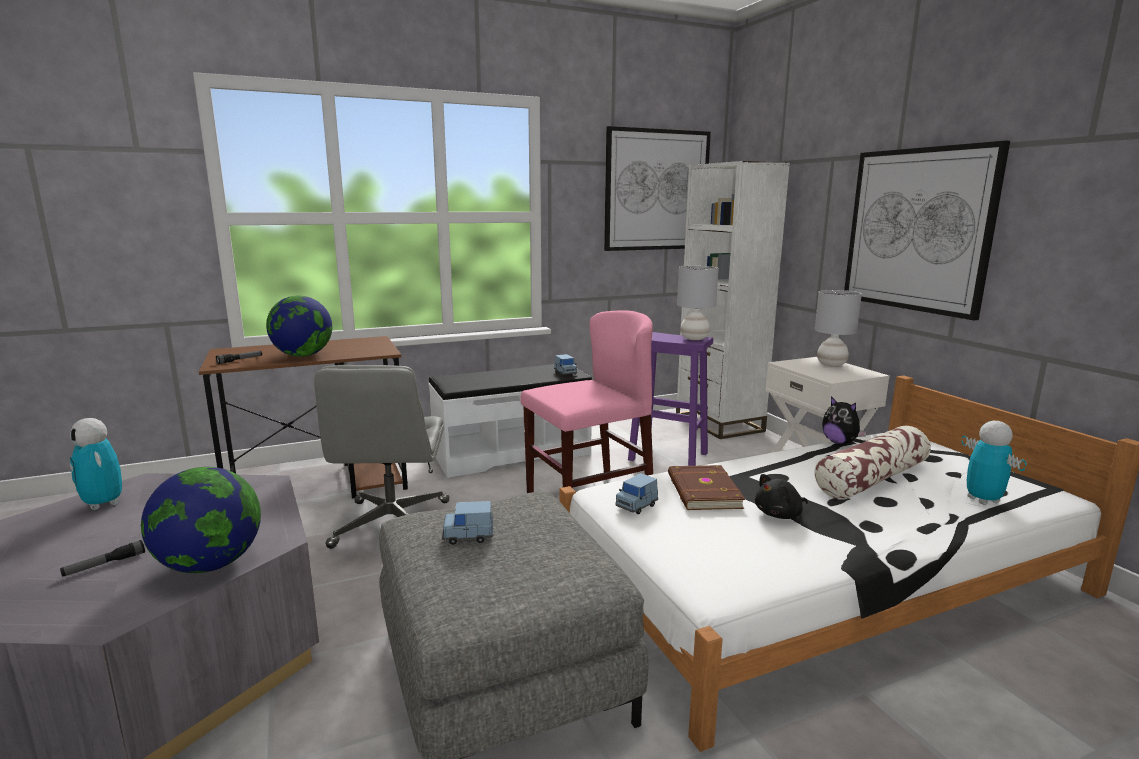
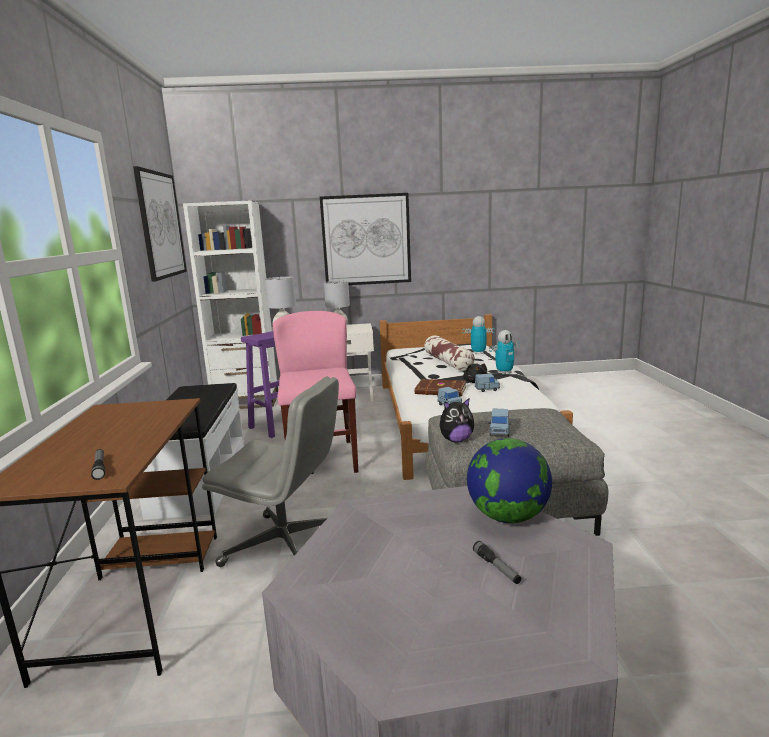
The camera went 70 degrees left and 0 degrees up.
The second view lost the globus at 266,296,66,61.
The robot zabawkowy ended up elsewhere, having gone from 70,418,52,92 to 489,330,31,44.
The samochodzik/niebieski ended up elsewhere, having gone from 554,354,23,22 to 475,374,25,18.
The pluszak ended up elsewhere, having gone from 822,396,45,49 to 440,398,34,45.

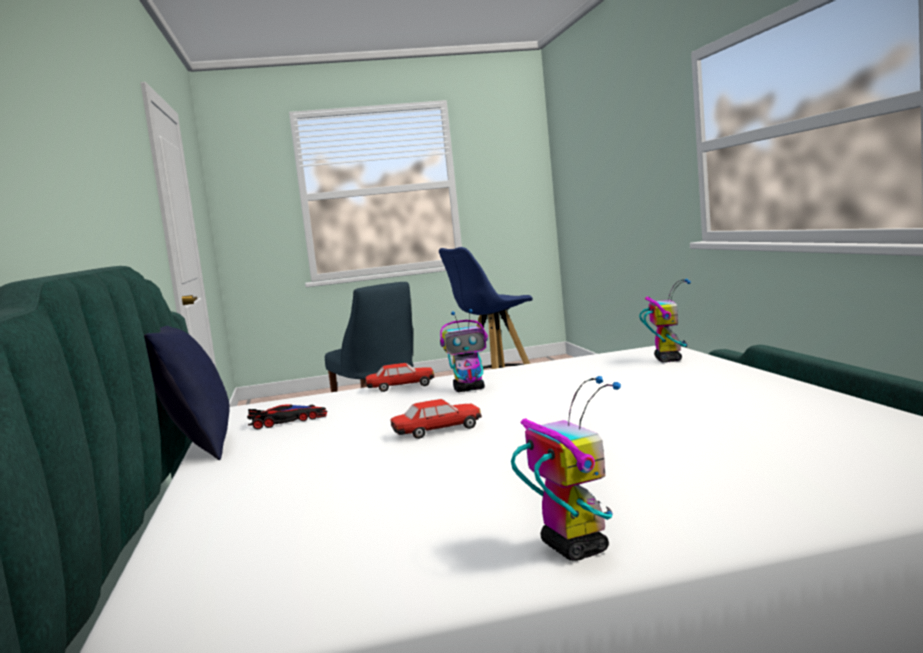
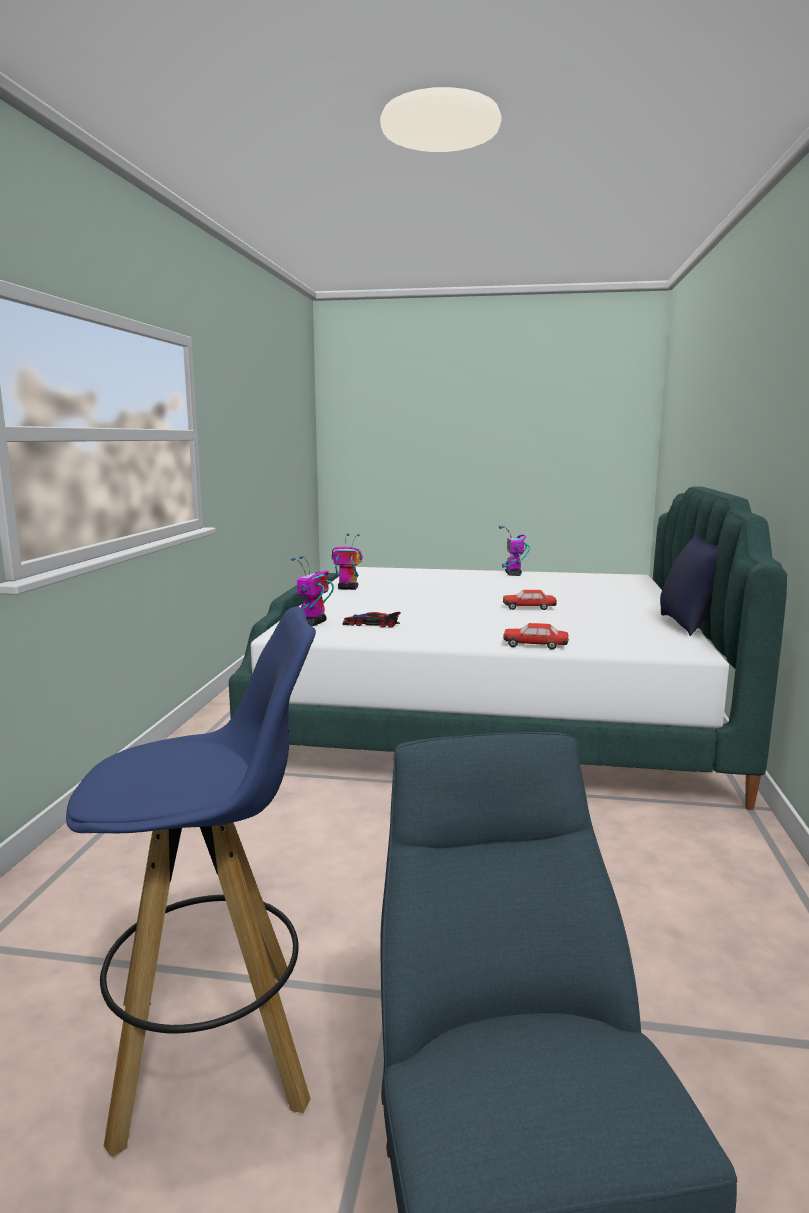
The camera went 160 degrees left and 5 degrees up.
The samochodzik ended up elsewhere, having gone from 247,405,80,24 to 343,612,58,16.
The robot zabawkowy ended up elsewhere, having gone from 440,309,48,83 to 332,533,31,57.

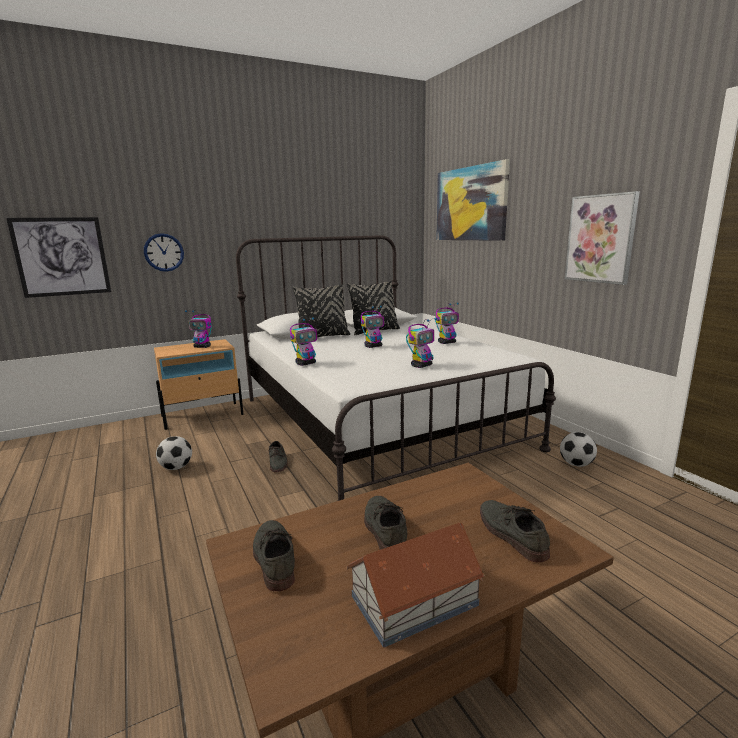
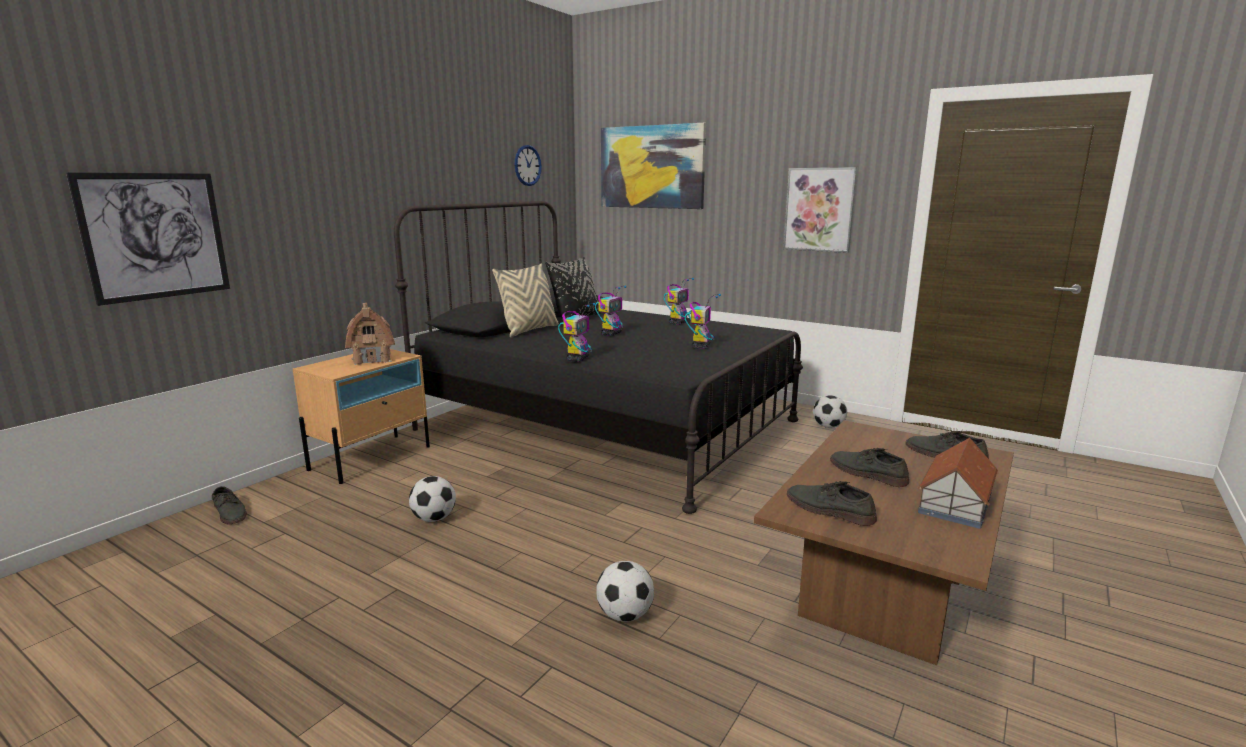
The camera went 30 degrees left and 0 degrees up.
The second view gained the piłka futbolowa at 596,561,58,61.
The zegar ścienny ended up elsewhere, having gone from 144,233,40,39 to 515,145,27,41.
The but/szary ended up elsewhere, having gone from 268,441,20,31 to 212,486,35,38.
Where the robot zabawkowy stood at 185,310,27,38, the domek came to stand at 345,303,50,62.
What was the łóżko/biały at 236,235,320,266 turned into the łóżko/czarny at 394,201,409,313.
What was the poduszka/czarny at 293,284,57,53 turned into the poduszka/beżowy at 492,263,67,75.

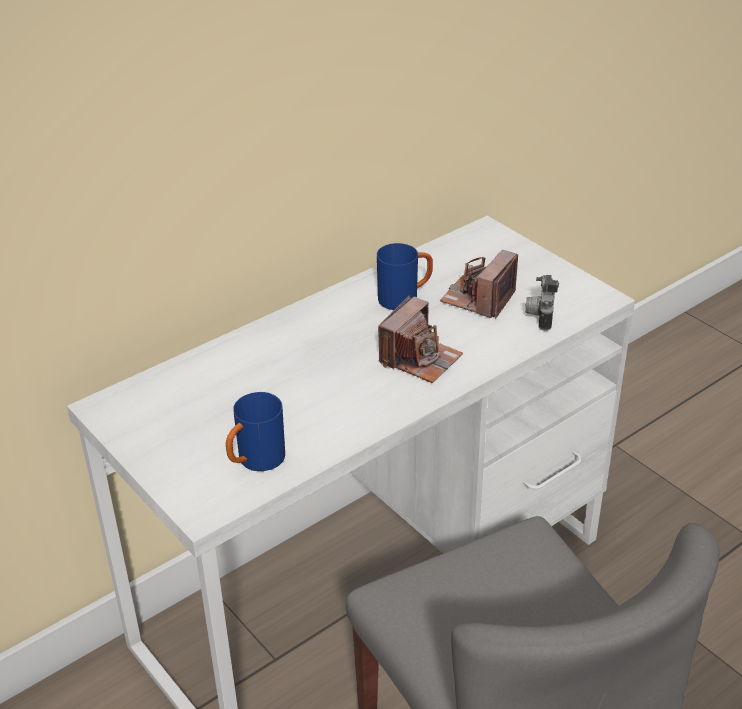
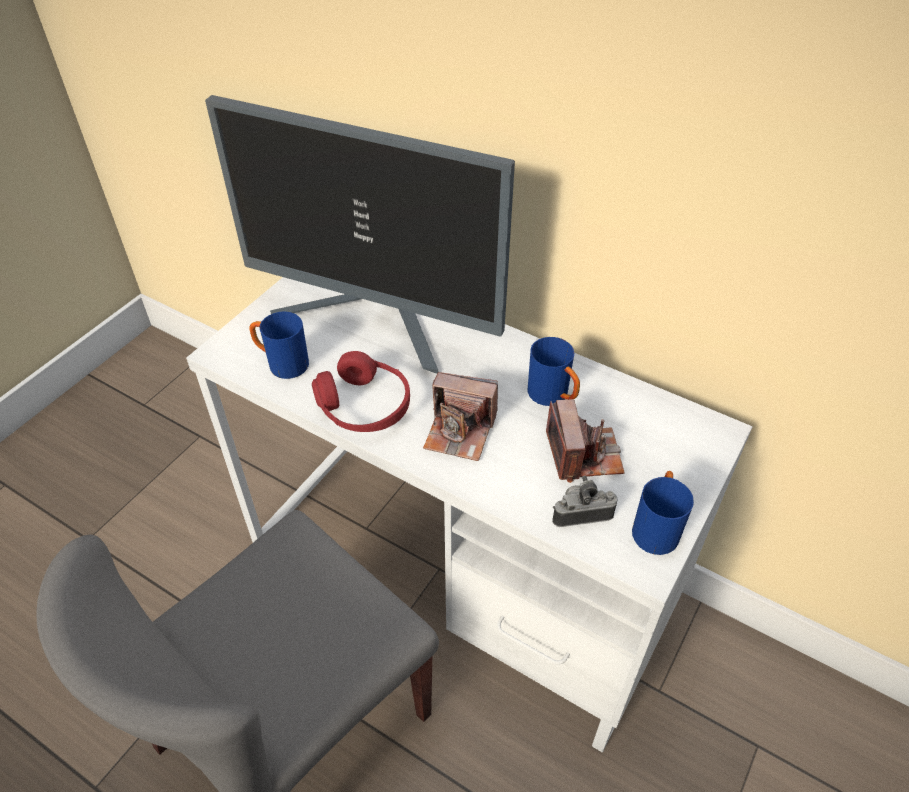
The camera went 70 degrees right and 10 degrees up.
The second view gained the monitor at 205,95,310,279.
The second view gained the słuchawki/czerwony at 312,351,98,81.
The second view gained the kubek/niebieski at 632,471,62,84.
The aparat fotograficzny at 440,250,78,69 ended up facing another way, 75 degrees clockwise from before.

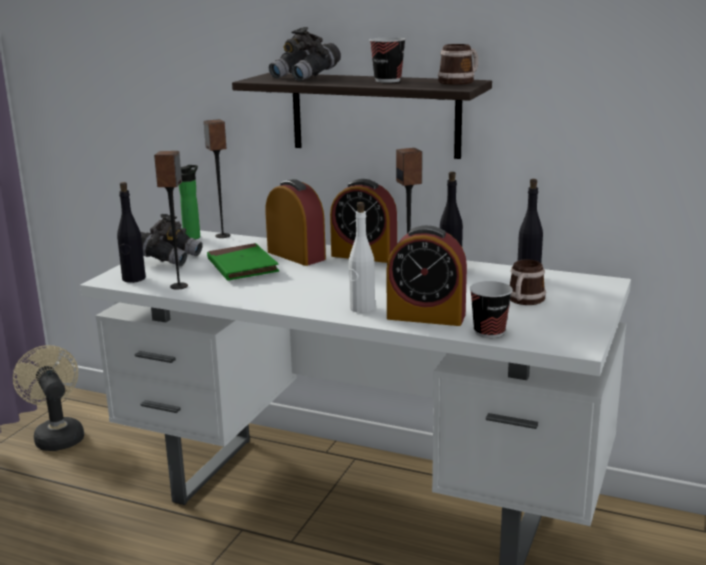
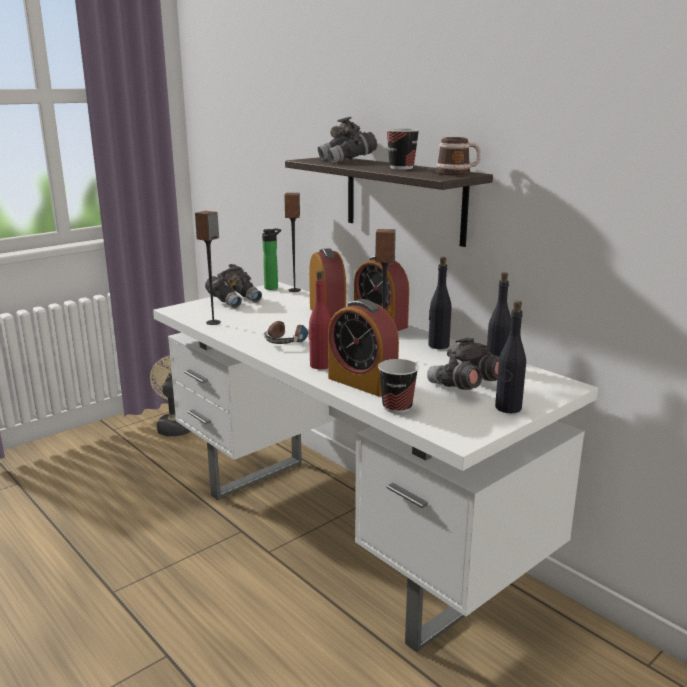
The camera went 25 degrees right and 0 degrees up.
The second view lost the książka/zielony at 207,243,72,38.
The second view gained the słuchawki at 264,321,44,23.
The butelka/czarny ended up elsewhere, having gone from 117,182,29,101 to 495,301,31,112.
Where the kubek stood at 510,260,36,45, the lornetka/szary came to stand at 427,338,72,52.
What was the butelka/biały at 349,202,26,111 turned into the butelka/czerwony at 308,271,23,98.

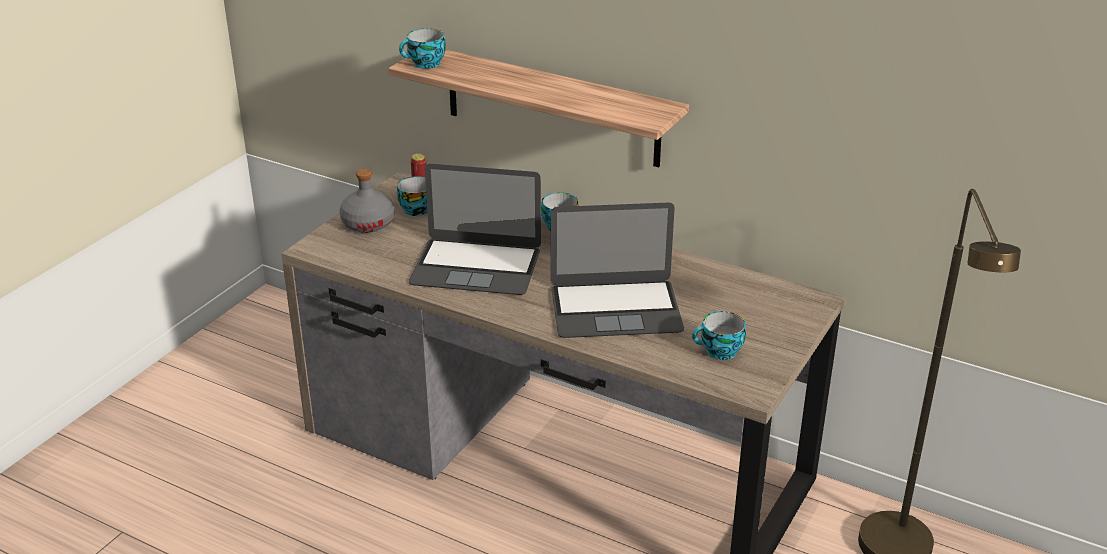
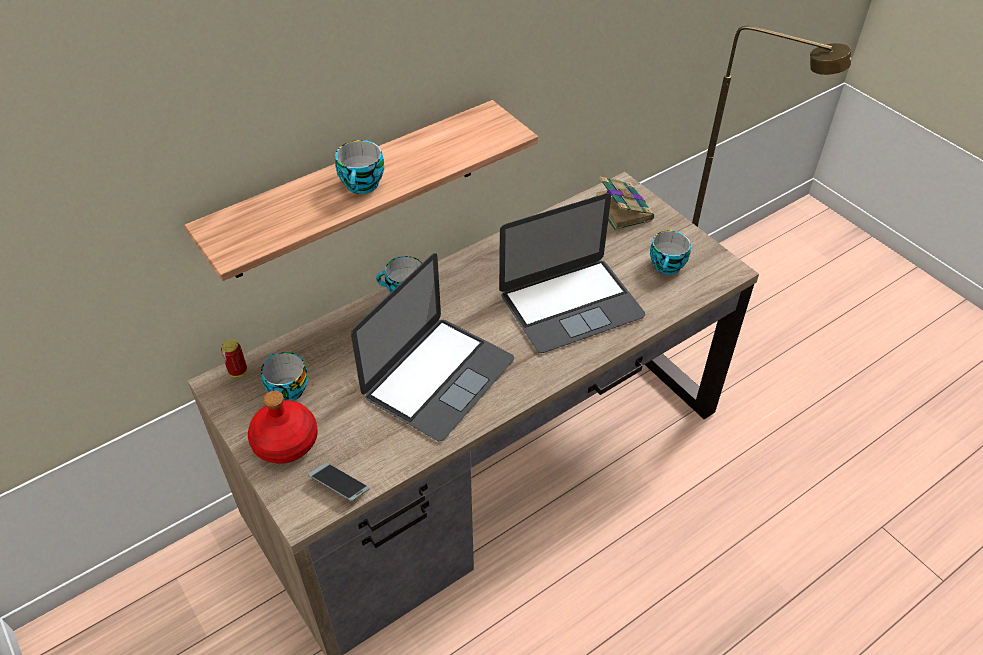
The camera went 65 degrees left and 15 degrees up.
The second view gained the telefon at 308,463,61,38.
The second view gained the książka at 596,177,58,54.
The filiżanka ended up elsewhere, having gone from 399,28,47,41 to 335,140,49,54.
What was the butelka/szary at 339,169,56,64 turned into the butelka/czerwony at 248,391,70,73.
The laptop at 551,203,133,135 ended up facing another way, 45 degrees clockwise from before.

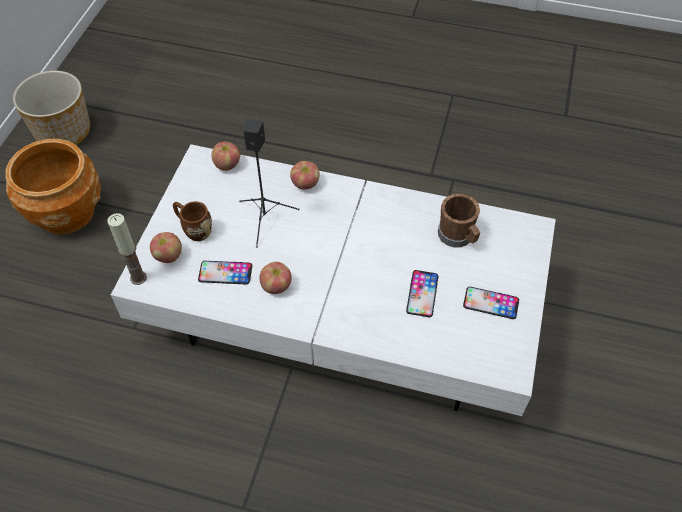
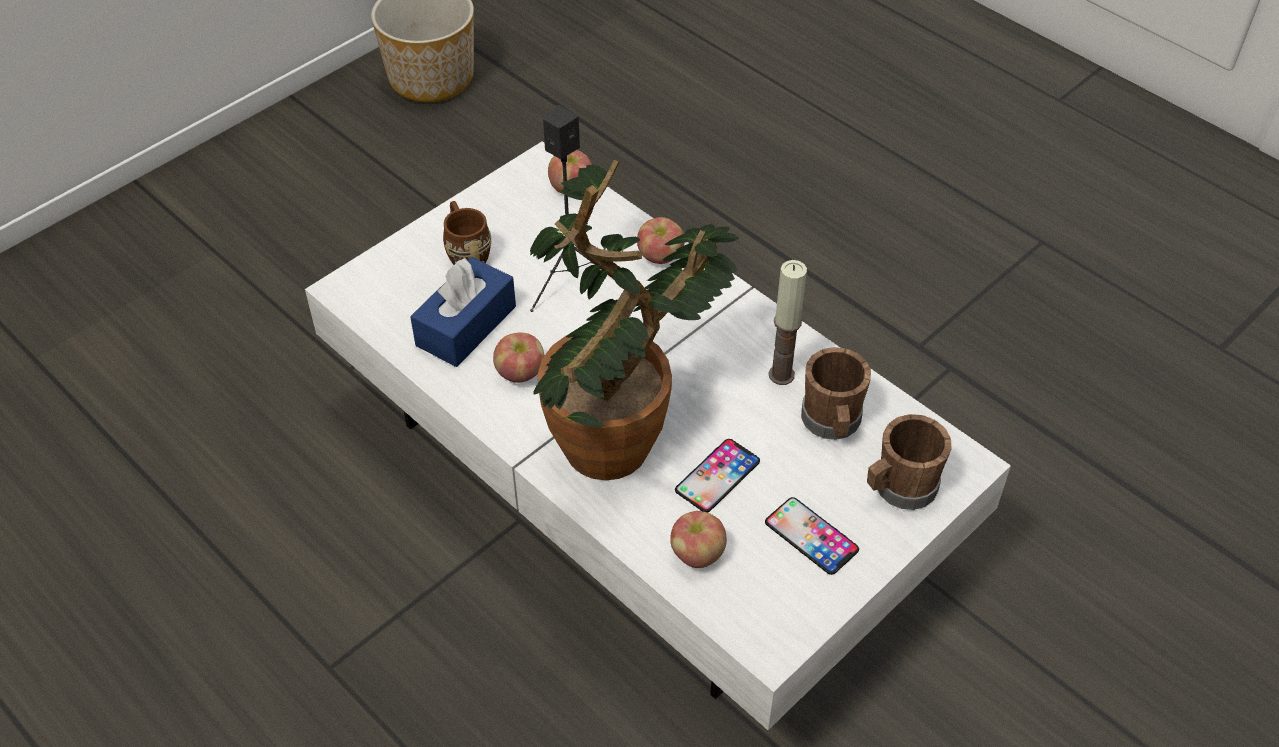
The camera went 30 degrees right and 5 degrees down.
The second view lost the donica/brązowy at 5,139,96,95.
The second view gained the roślina doniczkowa at 530,160,209,320.
The second view gained the kubek/brązowy at 867,414,85,96.
The świeca ended up elsewhere, having gone from 108,213,39,72 to 768,260,39,125.
The jabłko ended up elsewhere, having gone from 150,232,32,31 to 670,511,57,57.
Where the telefon stood at 198,261,54,23, the pudełko chusteczek/niebieski came to stand at 410,257,106,110.

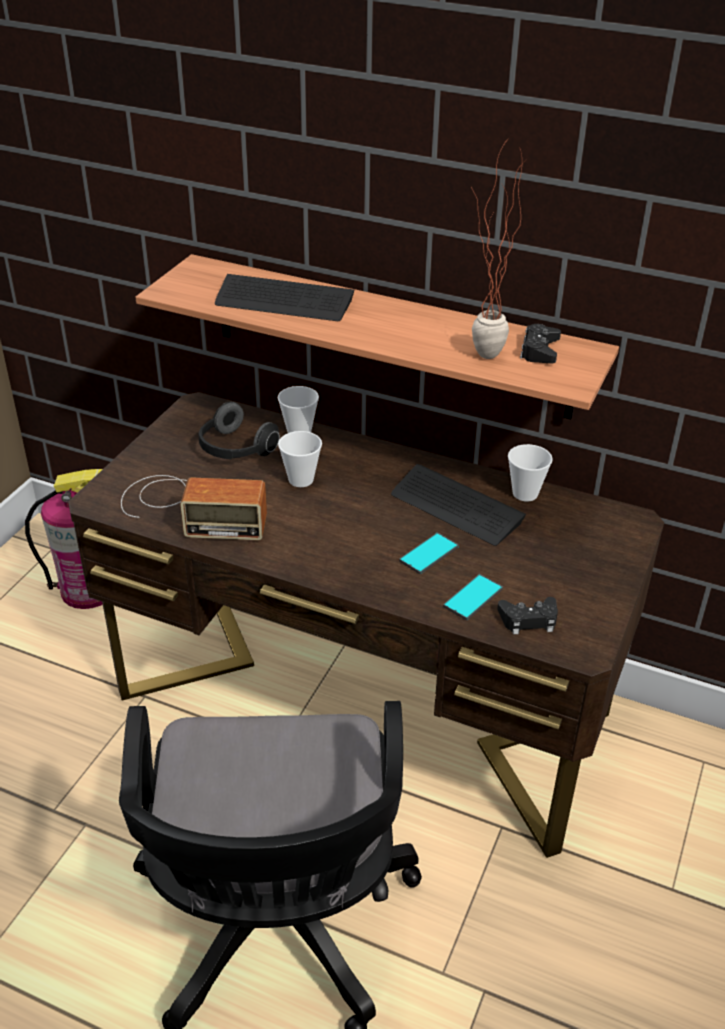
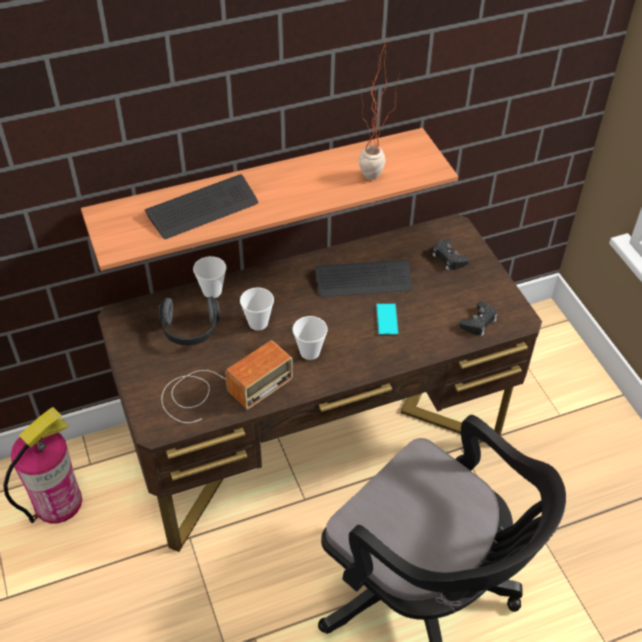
The camera went 45 degrees left and 10 degrees up.
The second view lost the telefon at 443,574,60,46.
The filiżanka ended up elsewhere, having gone from 508,444,45,57 to 293,316,35,44.
The pad do gier/czarny ended up elsewhere, having gone from 520,324,41,40 to 433,238,37,32.

